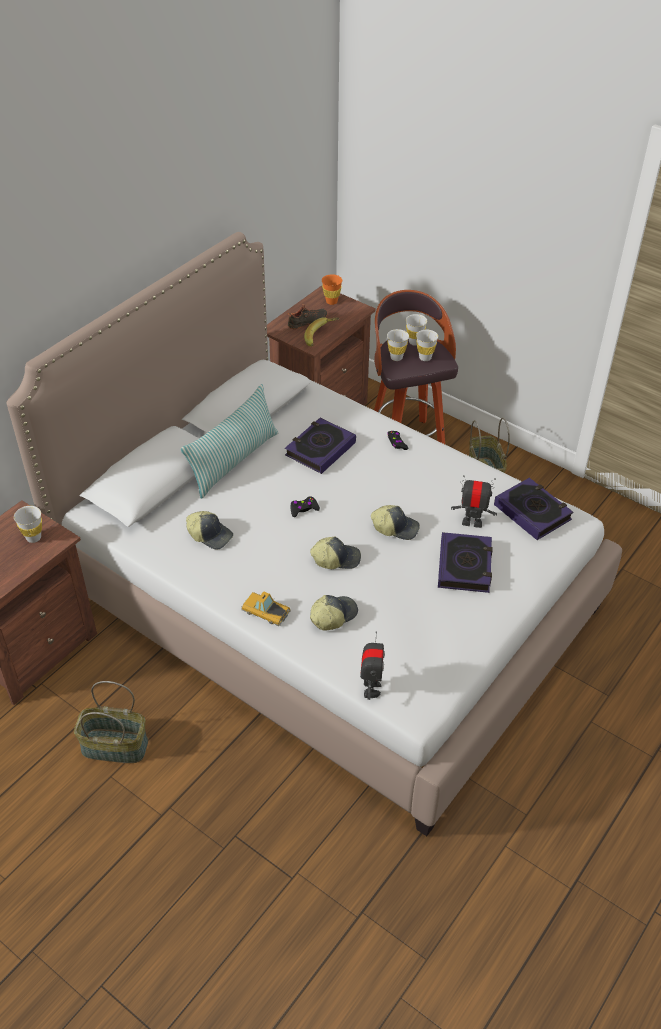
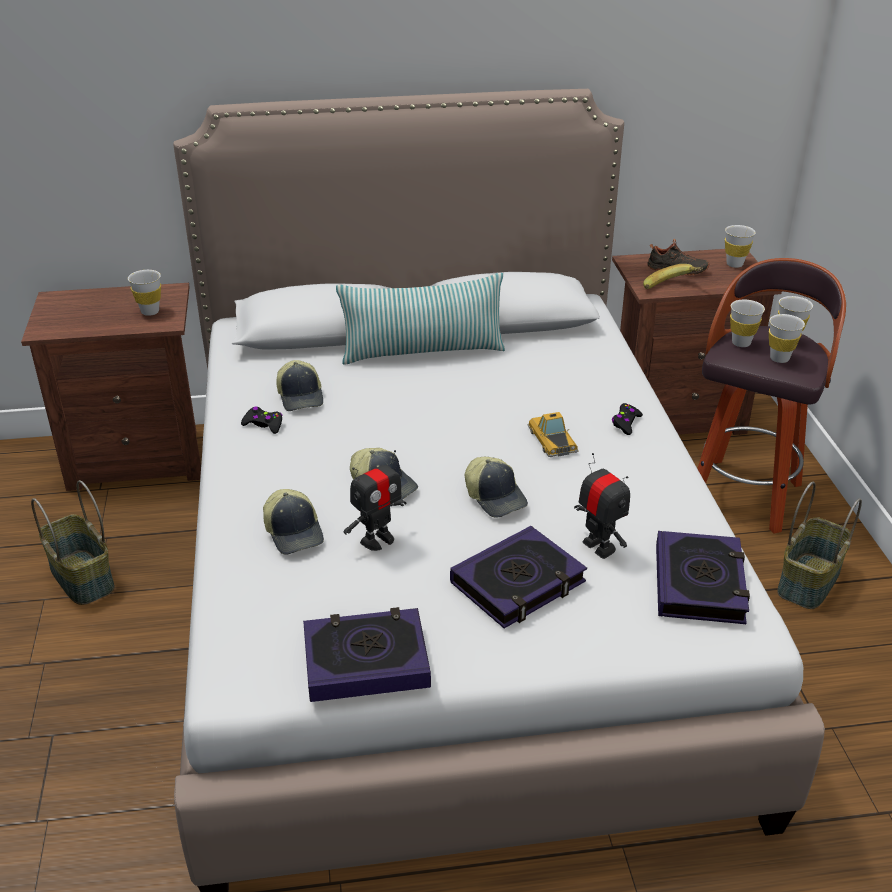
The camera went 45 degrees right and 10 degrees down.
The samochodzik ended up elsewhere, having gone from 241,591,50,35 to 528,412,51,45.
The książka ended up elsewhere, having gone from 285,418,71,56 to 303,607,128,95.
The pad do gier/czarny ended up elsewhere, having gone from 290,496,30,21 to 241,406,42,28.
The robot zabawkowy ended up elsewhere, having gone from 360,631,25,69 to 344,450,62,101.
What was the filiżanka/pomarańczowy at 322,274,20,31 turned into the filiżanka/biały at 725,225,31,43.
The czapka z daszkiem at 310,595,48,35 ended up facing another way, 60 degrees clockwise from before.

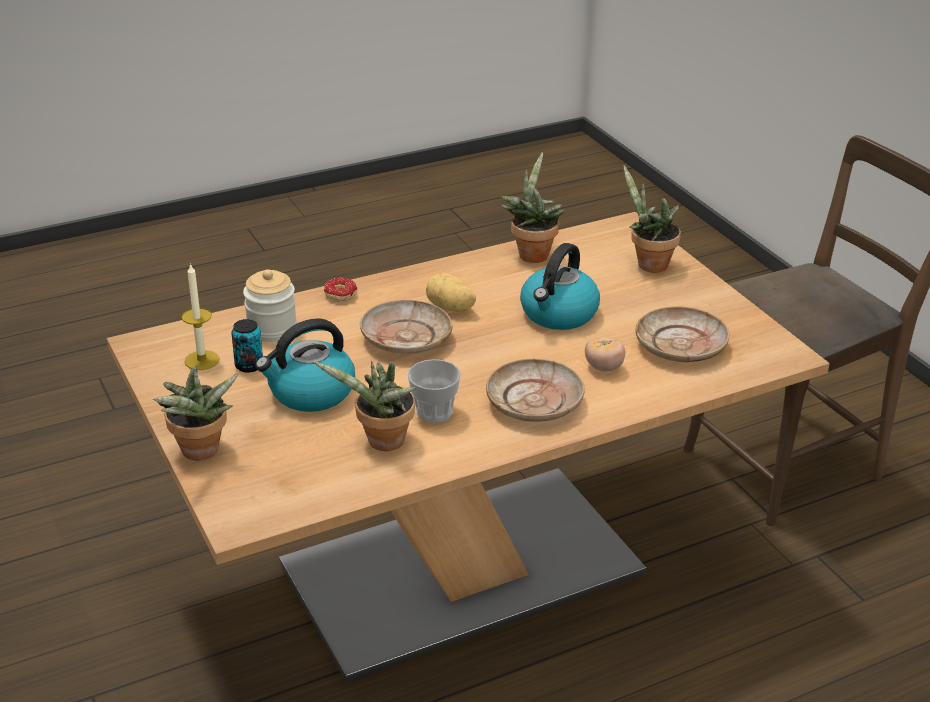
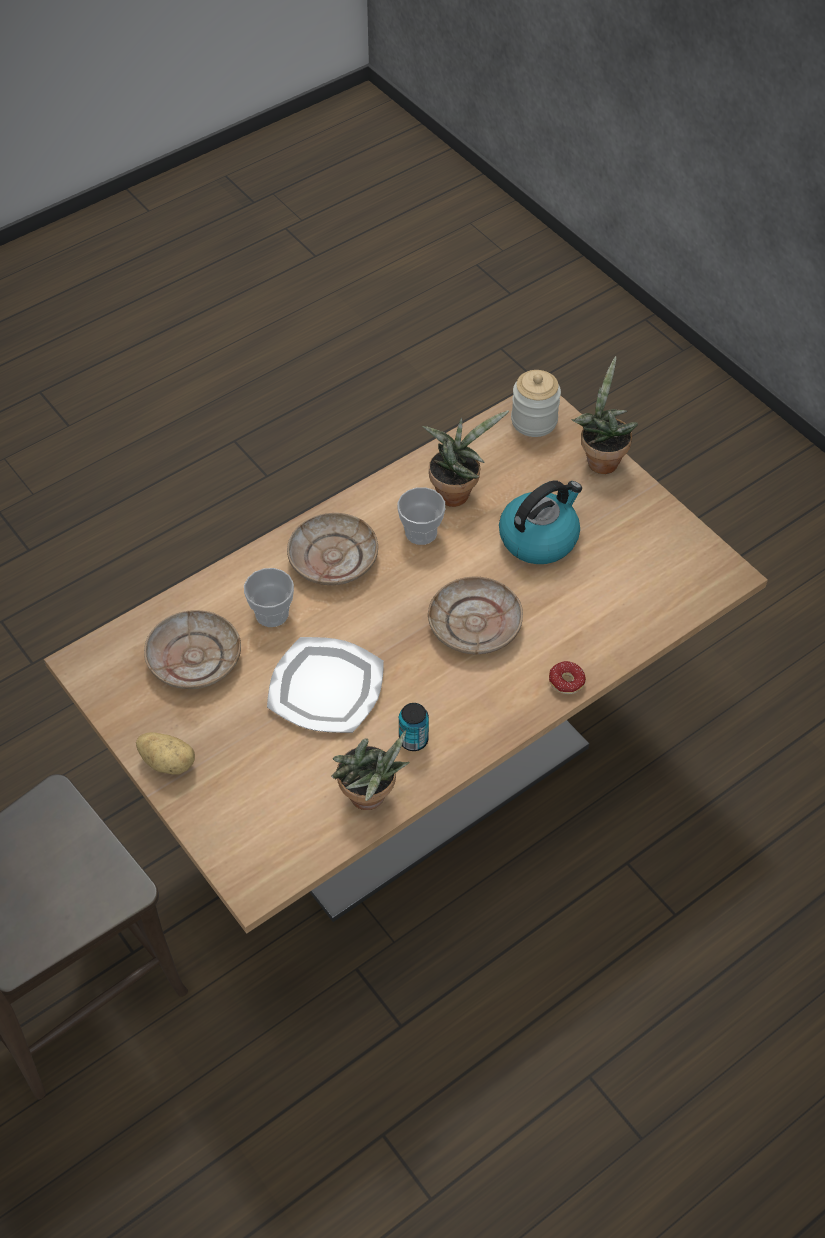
The camera went 170 degrees right and 20 degrees up.
The second view lost the świeca at 181,263,38,107.
The second view lost the roślina doniczkowa at 623,165,58,108.
The puszka ended up elsewhere, having gone from 231,319,32,54 to 399,703,30,48.
The słoik ended up elsewhere, having gone from 243,269,54,73 to 511,370,50,67.
The ziemniak ended up elsewhere, having gone from 426,273,50,39 to 136,732,59,43.
Where the czajnik stood at 520,243,80,87, the talerz came to stand at 267,637,117,96.
Where the pomidor stood at 585,337,40,34, the filiżanka came to stand at 244,568,50,59.

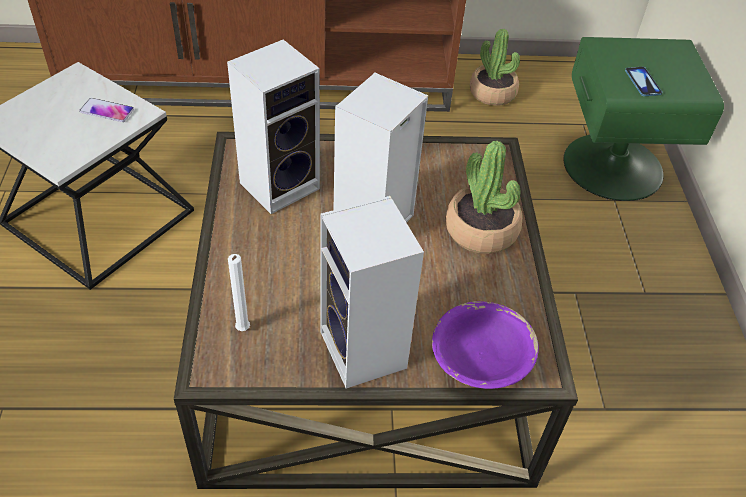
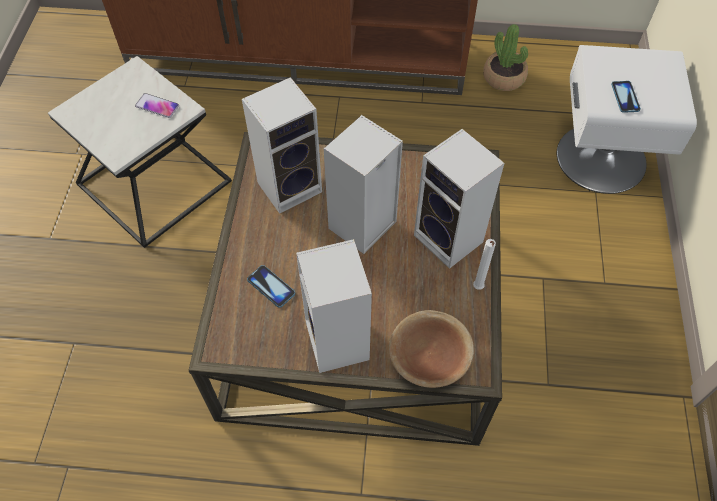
The camera went 10 degrees right and 10 degrees up.
The second view gained the telefon at 247,265,48,43.
The świeca/biały ended up elsewhere, having gone from 228,254,22,77 to 473,239,23,51.
Where the roślina doniczkowa stood at 446,141,76,113, the głośnik came to stand at 414,129,90,140.
What was the miska/fioletowy at 432,301,107,88 turned into the miska/brązowy at 389,310,85,78.
What was the szafka nocna/zielony at 563,37,161,164 turned into the szafka nocna/biały at 557,45,140,149.

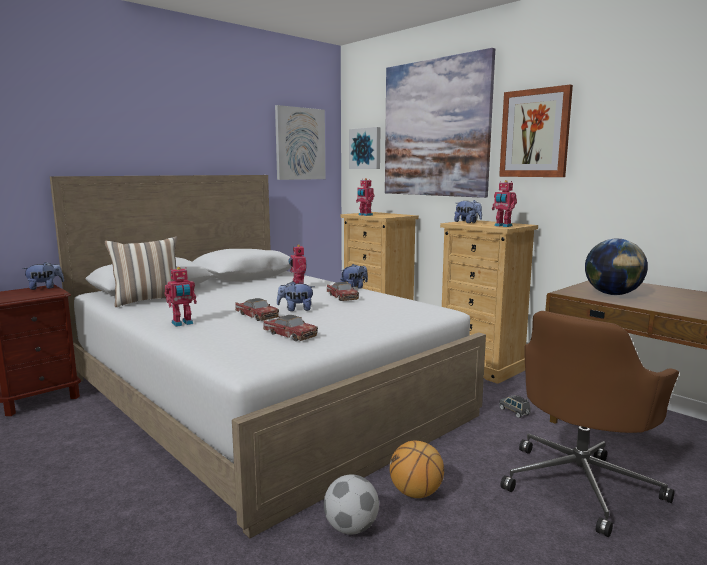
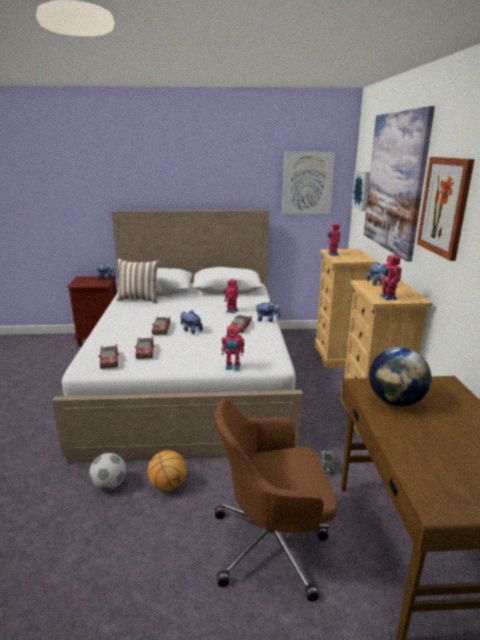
The camera went 40 degrees right and 10 degrees up.
The second view gained the samochodzik at 98,344,21,25.
The robot zabawkowy ended up elsewhere, having gone from 165,267,32,60 to 222,326,23,44.

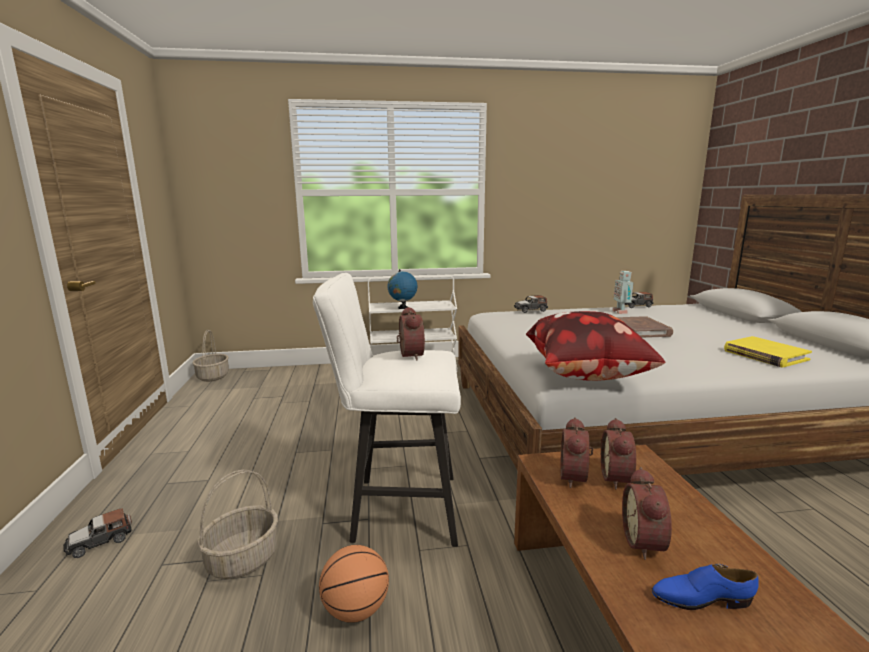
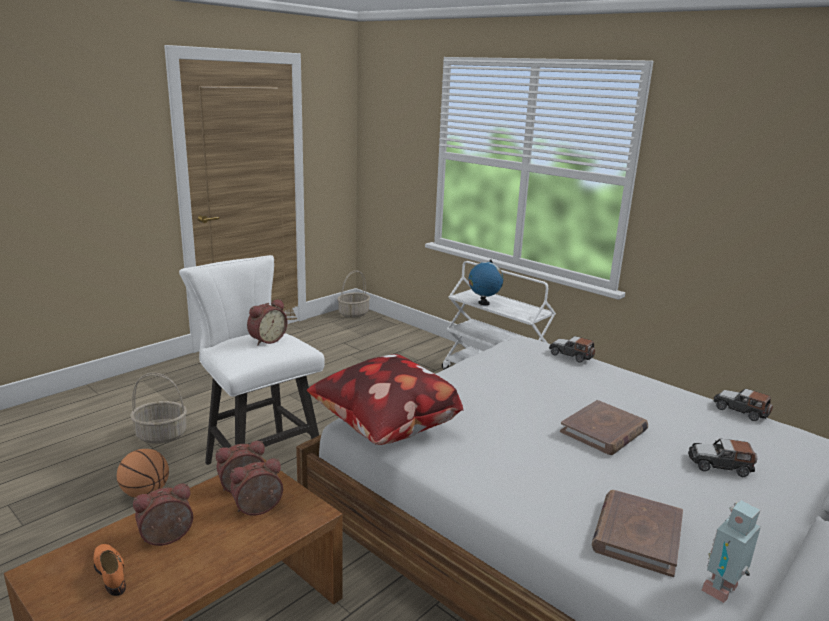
The camera went 50 degrees right and 5 degrees up.
The samochodzik ended up elsewhere, having gone from 63,508,69,50 to 688,439,69,38.
The robot zabawkowy ended up elsewhere, having gone from 613,271,20,43 to 701,500,60,103.
What was the but/niebieski at 652,564,107,46 turned into the but/pomarańczowy at 93,544,33,52.
What was the książka/żółty at 724,336,88,32 turned into the książka/brązowy at 592,490,91,87.

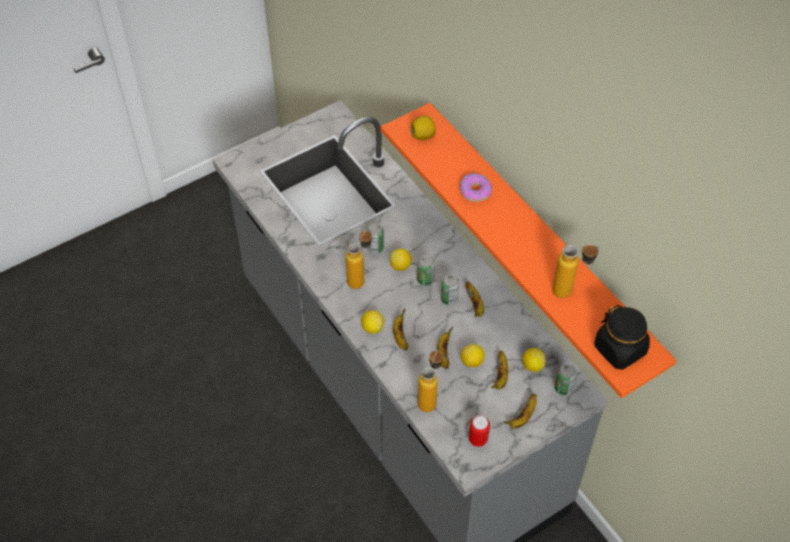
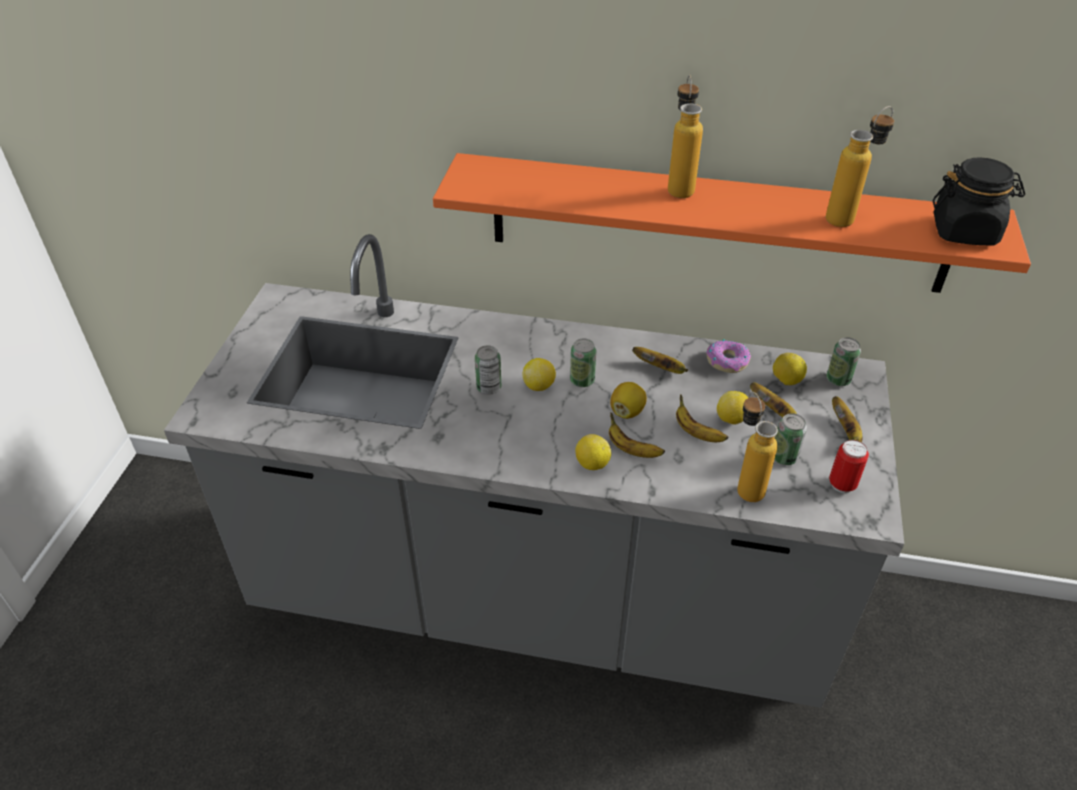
The camera went 45 degrees left and 10 degrees down.
The butelka ended up elsewhere, having gone from 346,230,26,59 to 668,75,35,123.
The cytryna ended up elsewhere, having gone from 411,116,25,24 to 610,382,37,37.
The puszka ended up elsewhere, having gone from 441,274,18,31 to 774,413,33,52.
The donut ended up elsewhere, having gone from 460,173,32,29 to 707,339,44,34.

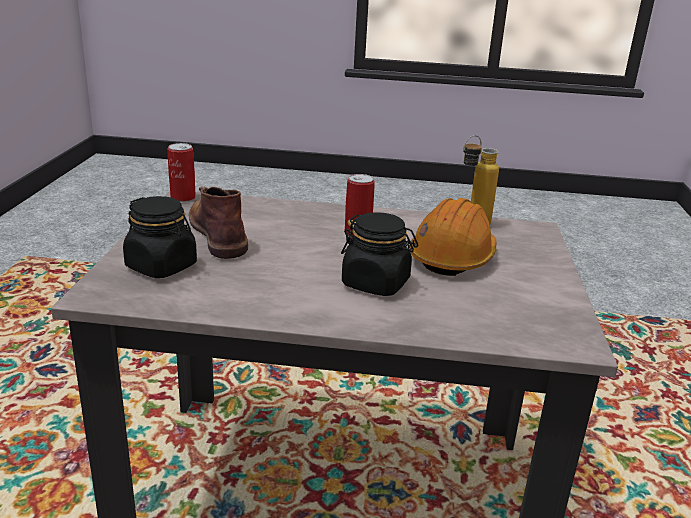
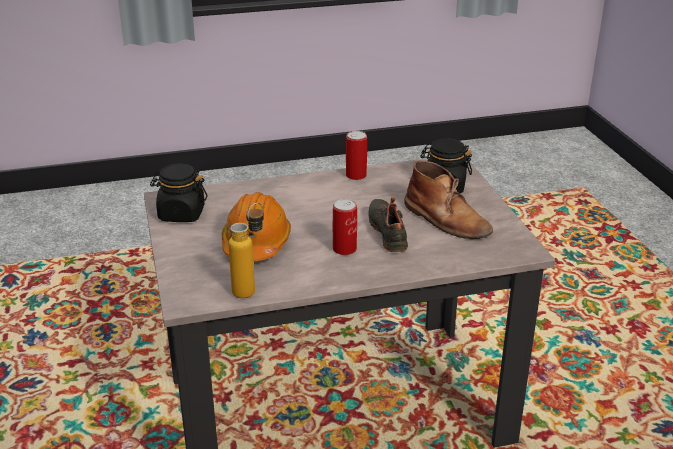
The camera went 160 degrees right and 5 degrees up.
The second view gained the but/czarny at 369,196,39,56.
The puszka ended up elsewhere, having gone from 167,143,29,59 to 346,131,21,49.
The słoik/czarny ended up elsewhere, having gone from 341,212,77,84 to 150,164,57,58.

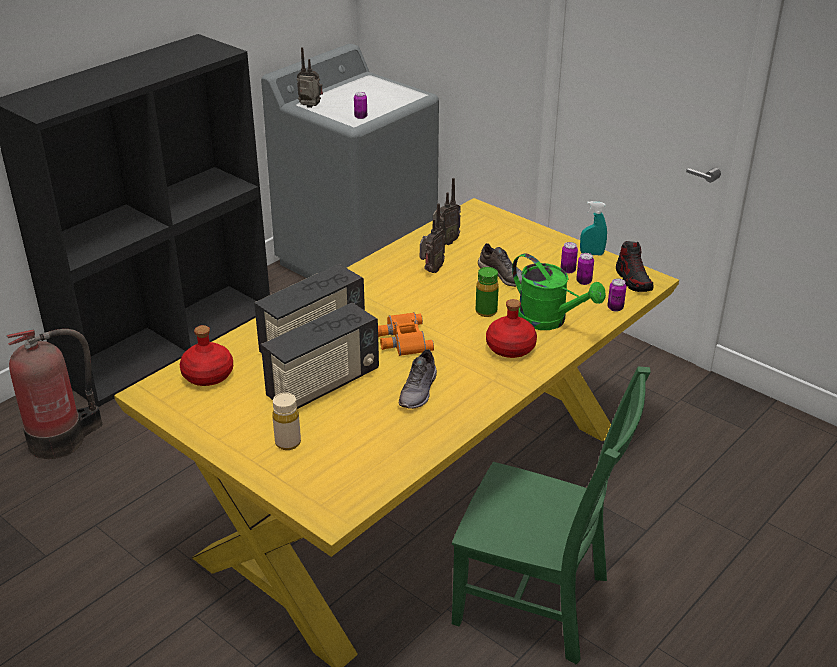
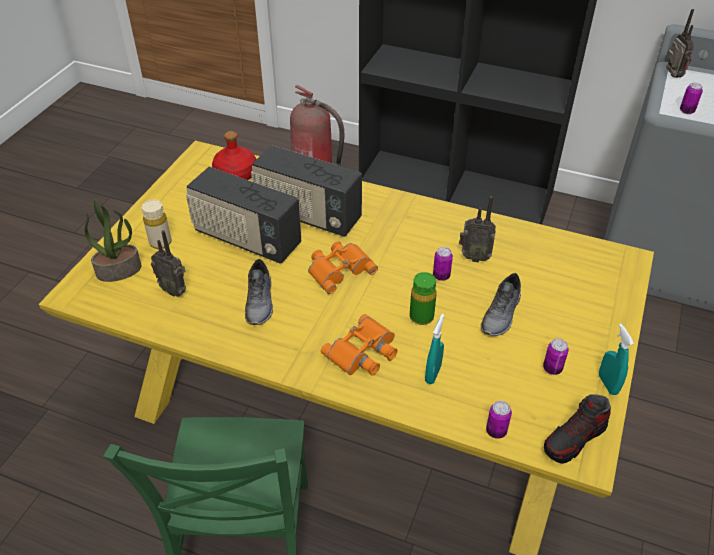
The camera went 70 degrees right and 10 degrees up.
The second view gained the roślina doniczkowa at 84,199,58,83.
The radio ended up elsewhere, having gone from 433,178,28,67 to 151,230,35,67.
The puszka ended up elsewhere, having gone from 576,253,18,32 to 433,247,20,34.
Where the butelka/czerwony stood at 486,299,51,59, the lornetka/pomarańczowy came to stand at 321,314,77,62.
Where the konewka/zielony stood at 512,253,94,77, the spryskiwacz/turkusowy came to stand at 425,314,19,70.
The but/szary at 399,349,38,60 ended up facing another way, 90 degrees counterclockwise from before.

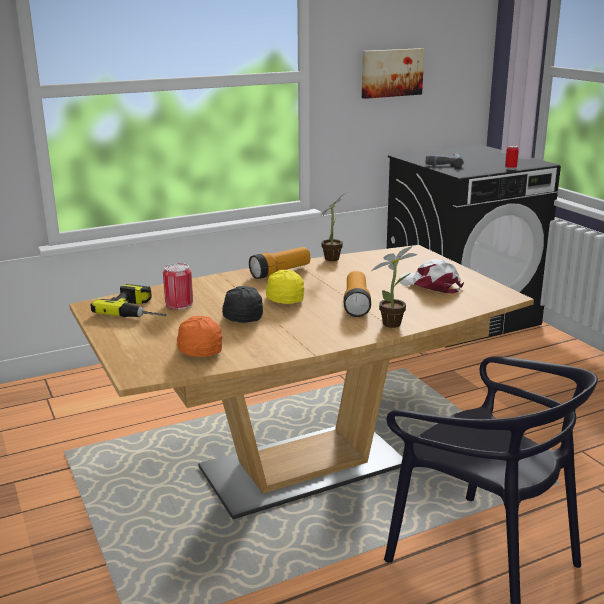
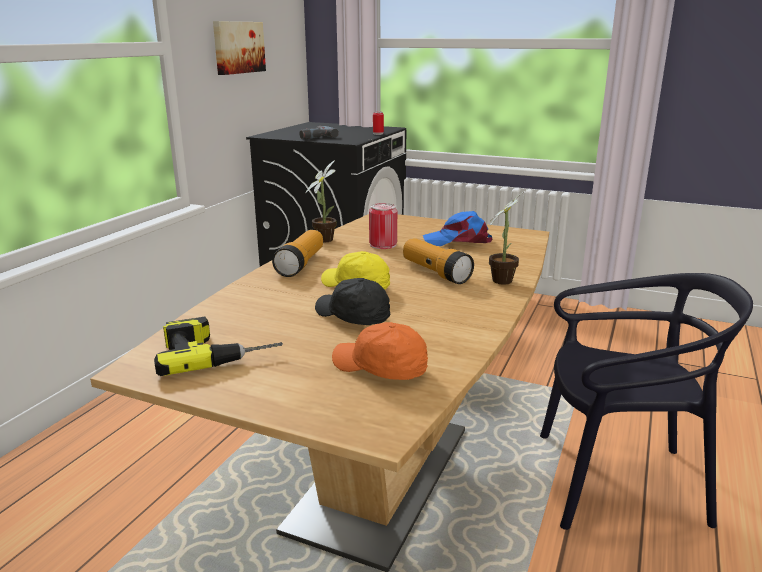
The camera went 40 degrees left and 0 degrees up.
The puszka ended up elsewhere, having gone from 163,263,30,47 to 369,203,28,46.
What was the czapka z daszkiem/biały at 399,259,65,35 turned into the czapka z daszkiem/niebieski at 423,211,70,35.

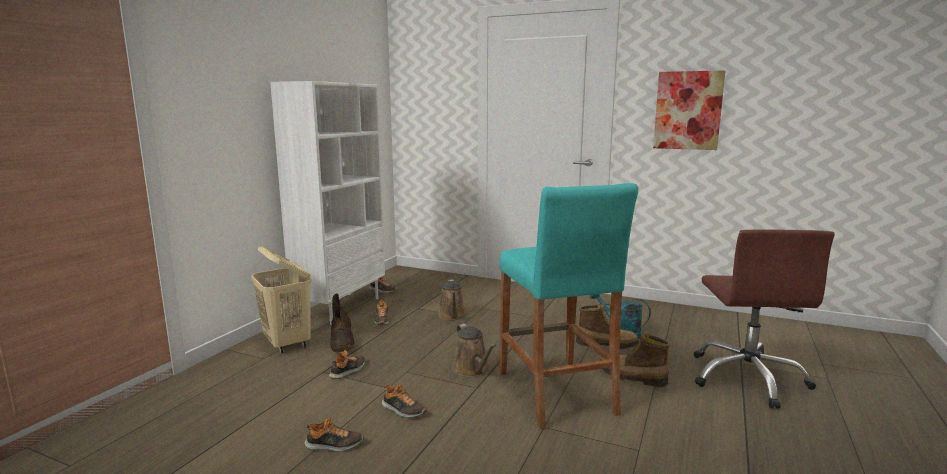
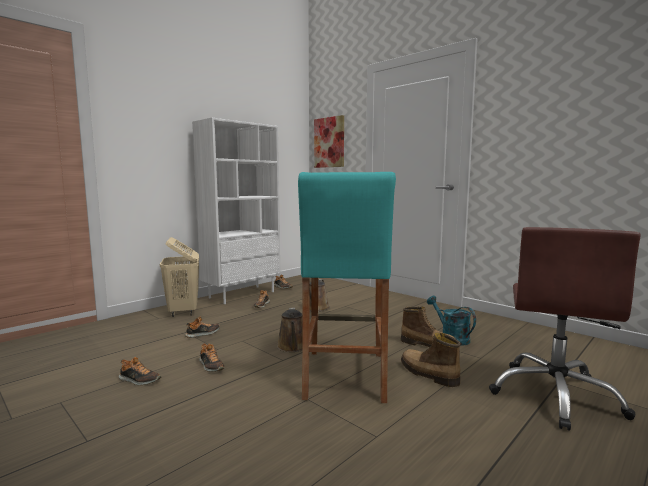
The camera went 20 degrees right and 5 degrees down.
The second view lost the but z cholewką/brązowy at 330,294,25,58.
The obraz ended up elsewhere, having gone from 653,70,73,80 to 314,115,30,53.

